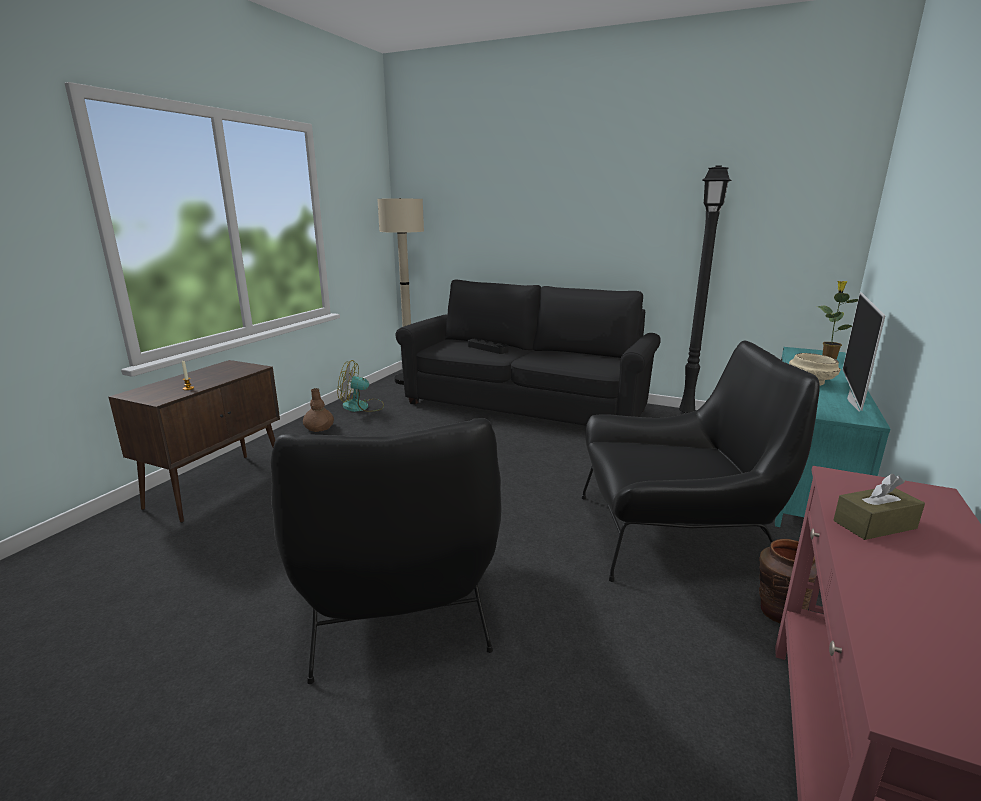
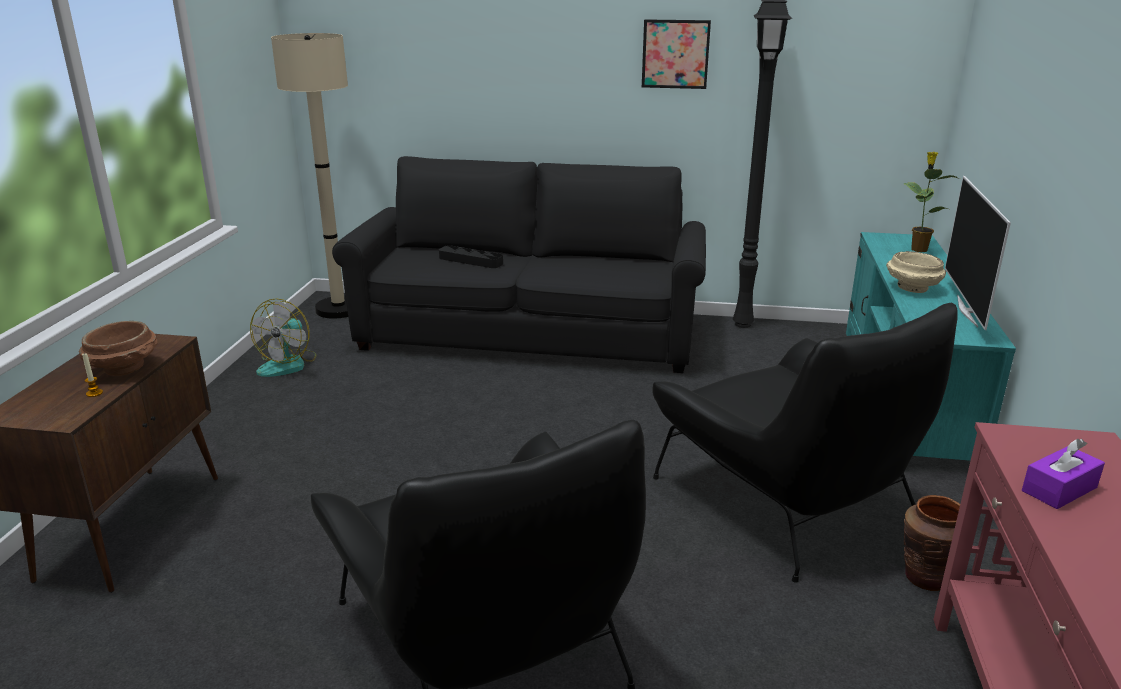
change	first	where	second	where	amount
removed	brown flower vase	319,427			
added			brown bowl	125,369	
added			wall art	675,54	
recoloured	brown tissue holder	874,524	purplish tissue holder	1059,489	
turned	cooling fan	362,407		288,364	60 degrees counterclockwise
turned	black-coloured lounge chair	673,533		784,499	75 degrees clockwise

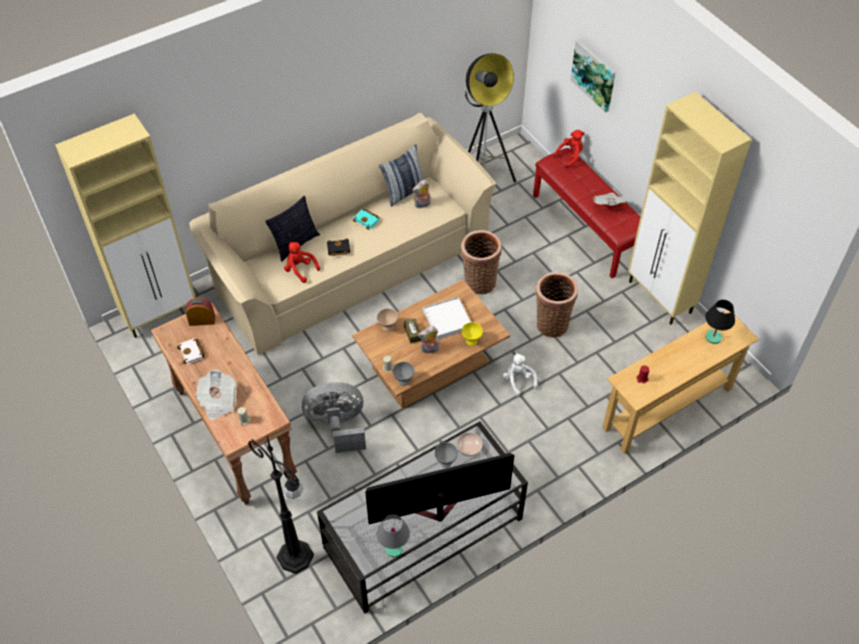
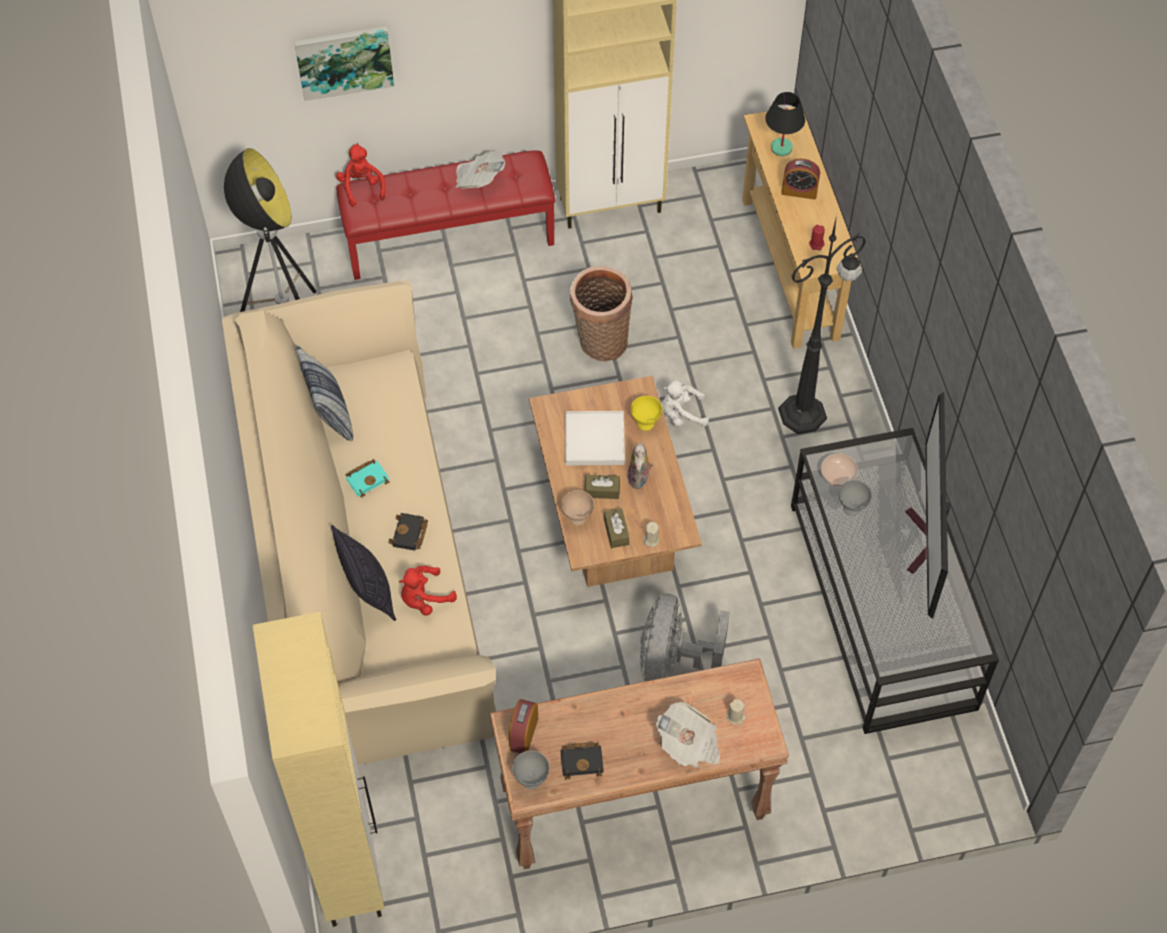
change	first	where	second	where	amount
removed	gray tabletop lamp	394,549			
removed	cuddly toy	422,205			
removed	storage basket	479,281			
added			brown tissue holder	616,532	
added			alarm clock	799,191	
moved	black-coloured standing lamp	296,557		805,413	
moved	gray bowl	403,381		532,780	
recoloured	white book	192,353	black-coloured book	583,760	

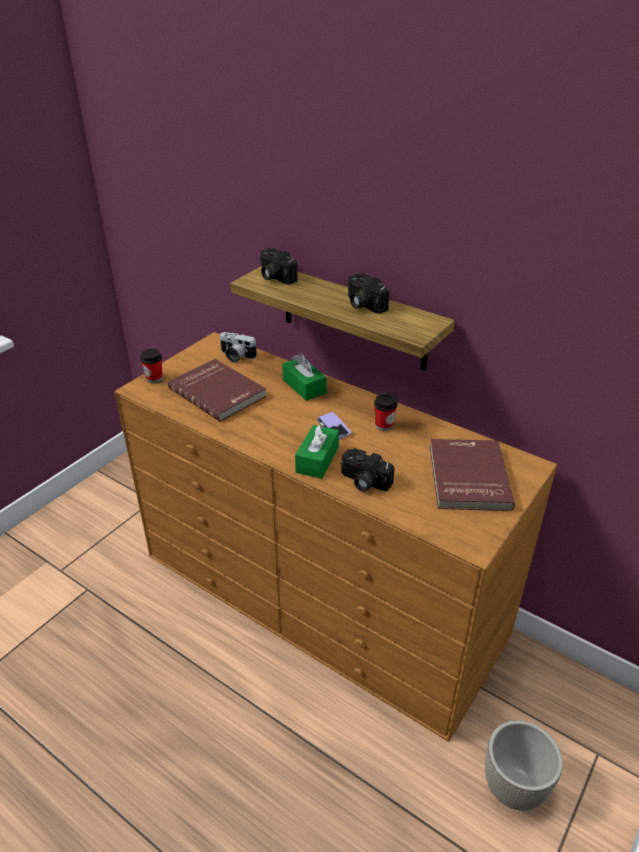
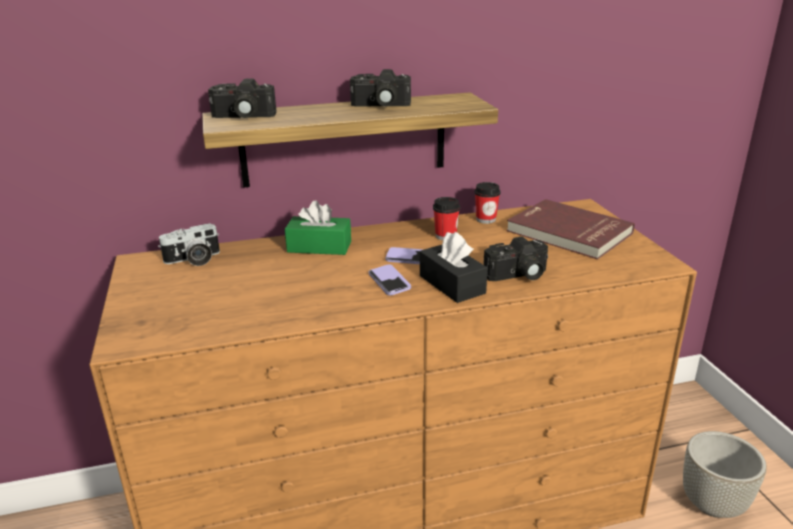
change	first	where	second	where	amount
removed	red book	218,392			
added			telephone	389,281	
moved	small cup	154,378		486,219	
recoloured	green-coloured tissue holder	317,460	black-coloured tissue holder	452,284	

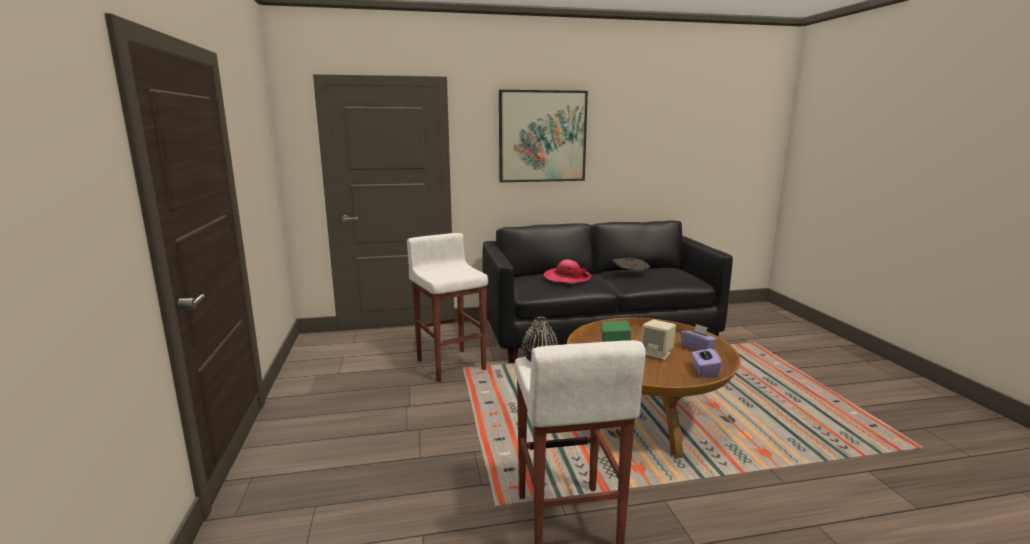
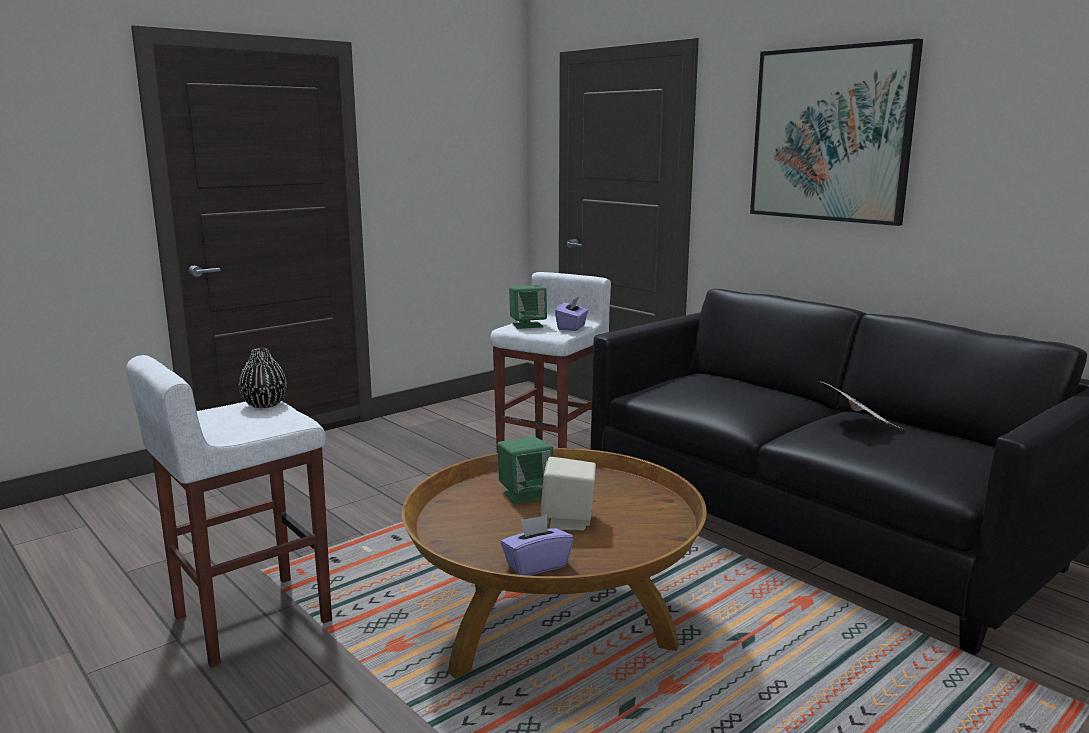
change	first	where	second	where	amount
removed	clothing hat	567,277			
added			green-coloured speaker	527,325	
moved	purplish tissue holder	697,348		572,327	

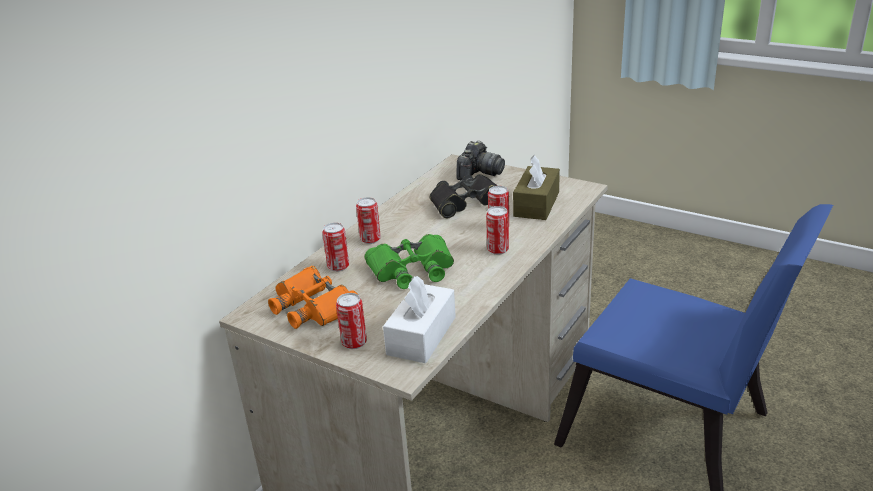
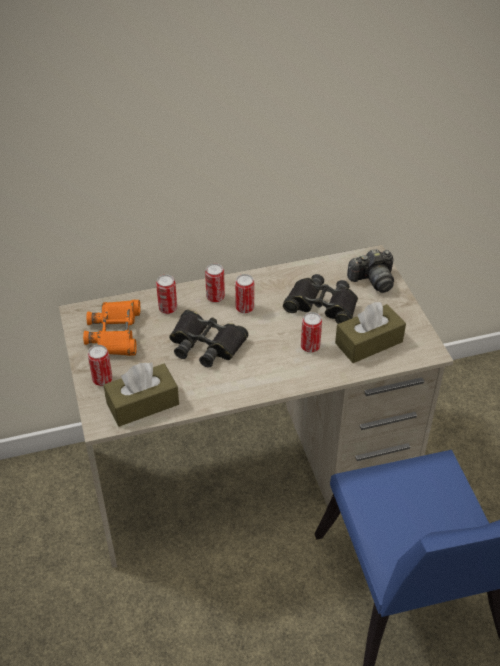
change	first	where	second	where	amount
moved	metal can	498,250		244,308	
recoloured	green-coloured binoculars	412,269	black-coloured binoculars	206,344	
recoloured	white tissue holder	421,335	brown tissue holder	143,404	

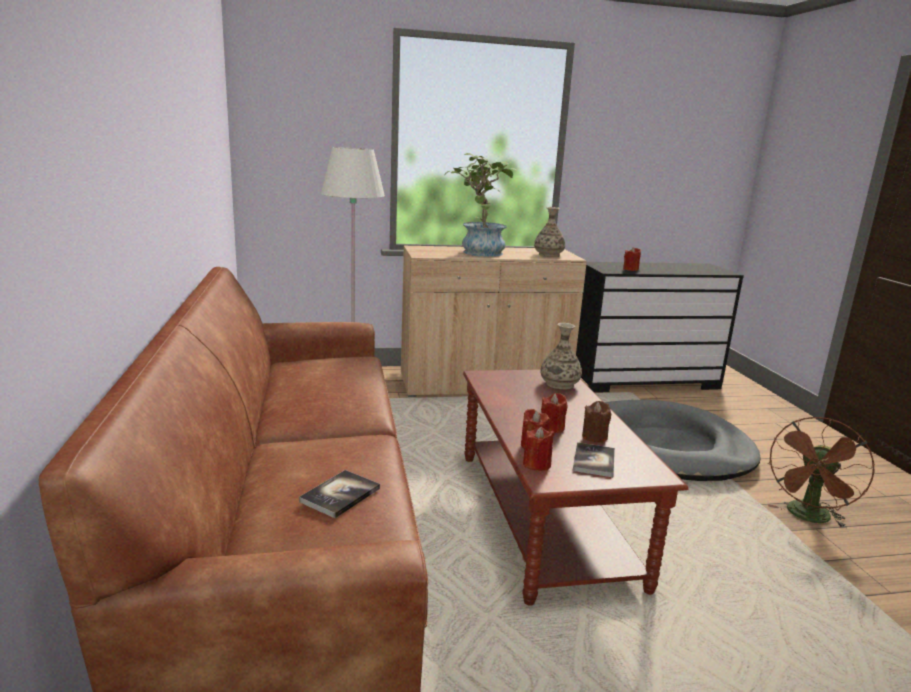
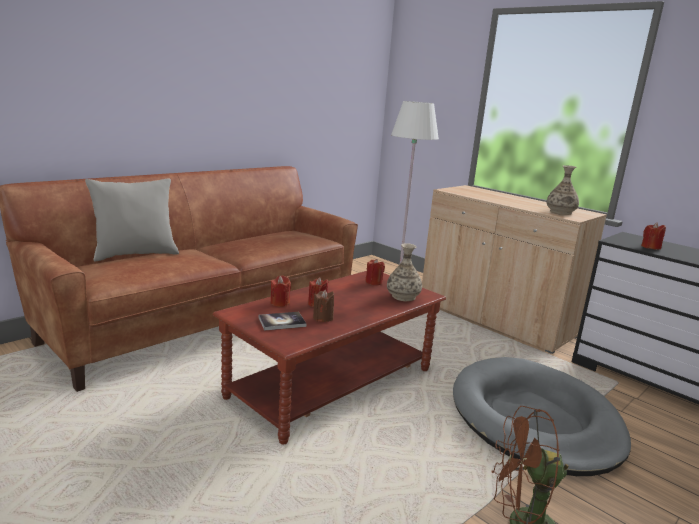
change	first	where	second	where	amount
removed	book	340,495			
removed	potted plant	478,251			
added			gray pillow	135,254	
moved	red wax light	536,464		373,282	

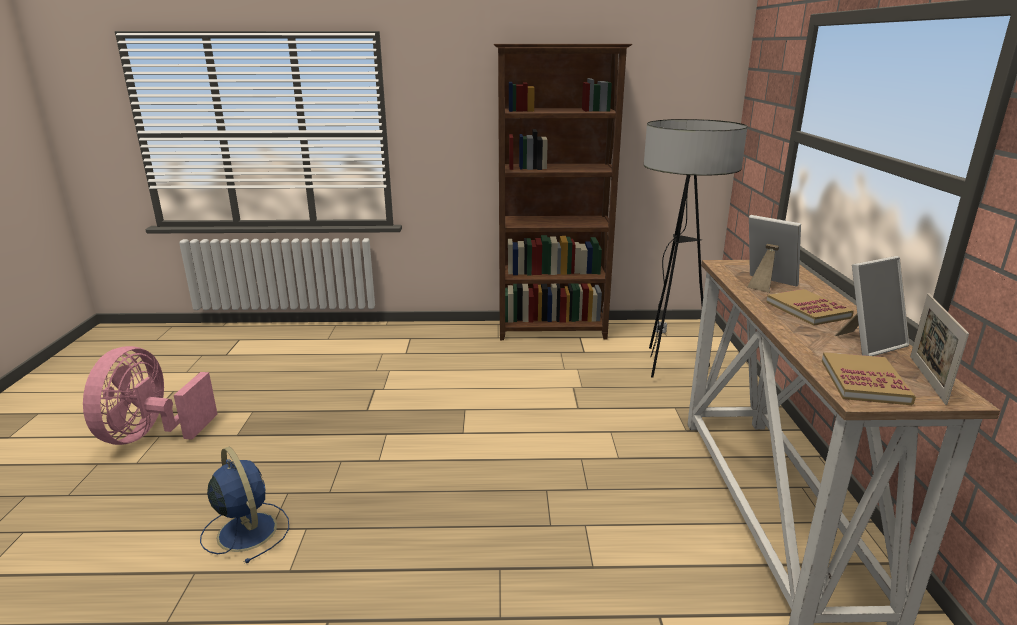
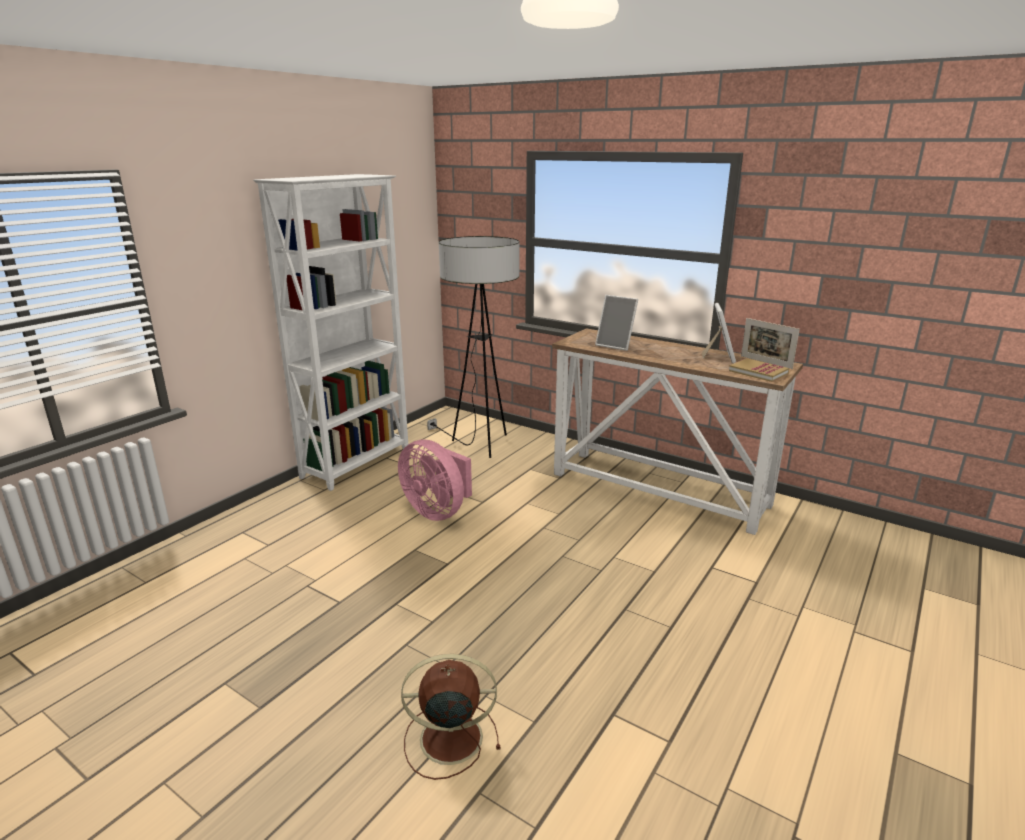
change	first	where	second	where	amount
removed	book	807,310			
moved	pink cooling fan	151,435		437,511	
recoloured	blue cooling fan	246,530	brown cooling fan	448,738	
recoloured	brown shelving unit	553,331	white shelving unit	358,463	
turned	picture frame	766,284		616,345	135 degrees counterclockwise

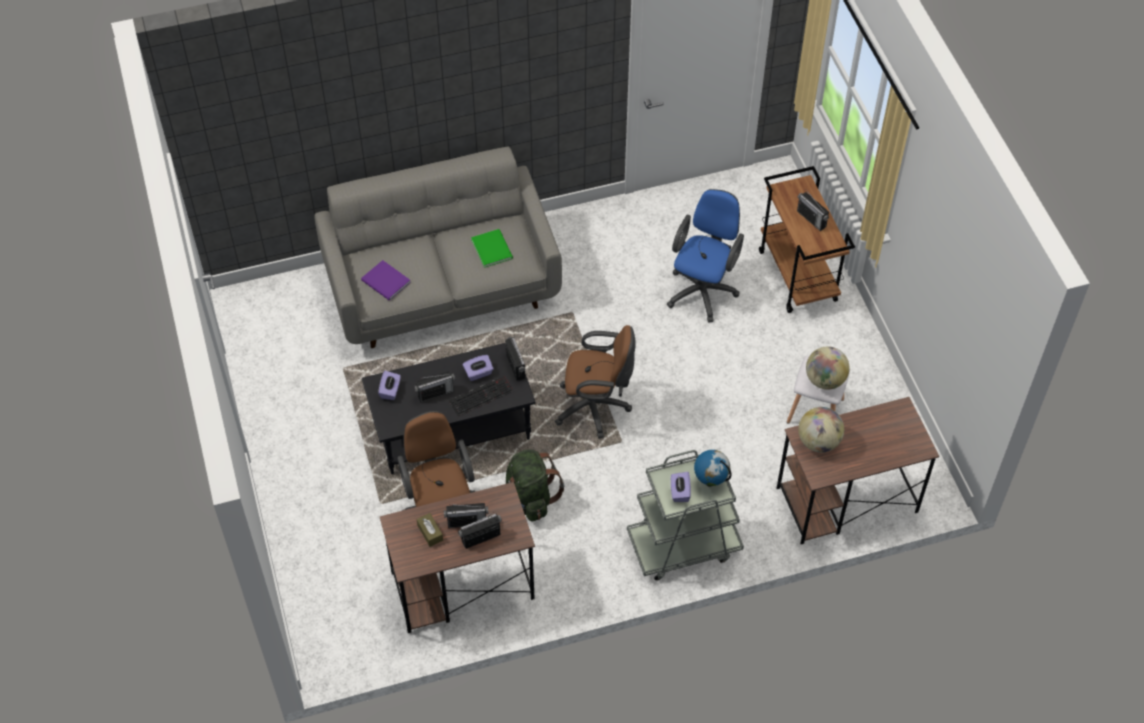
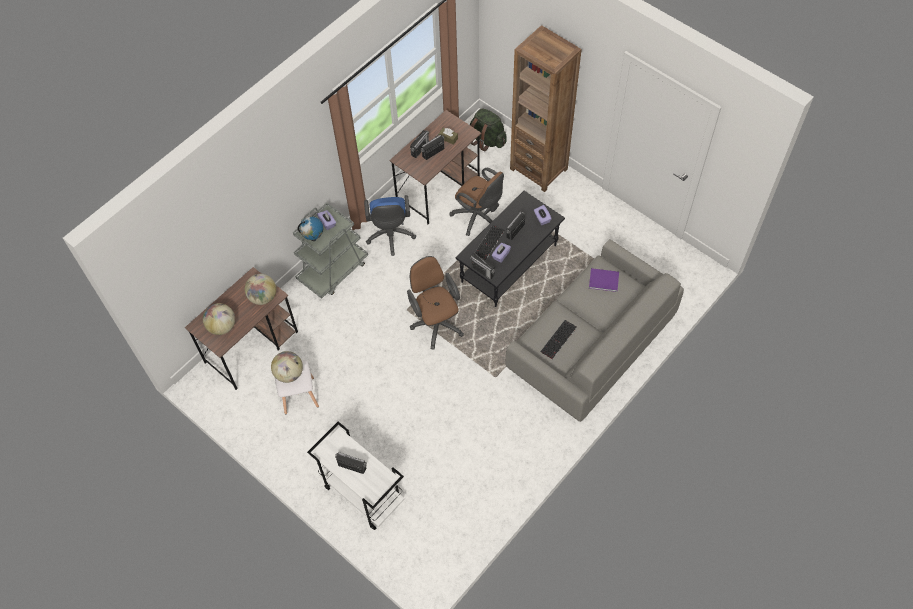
change	first	where	second	where	amount
added			globe	222,326	
added			brown shelving unit	539,169	
moved	green-coloured backpack	530,498		486,140	
moved	blue office chair	703,289		390,236	
replaced	green-coloured book	492,248	computer keyboard	558,340	
recoloured	brown trolley	798,276	white trolley	362,493	
turned	brown office chair	596,407		436,322	90 degrees clockwise

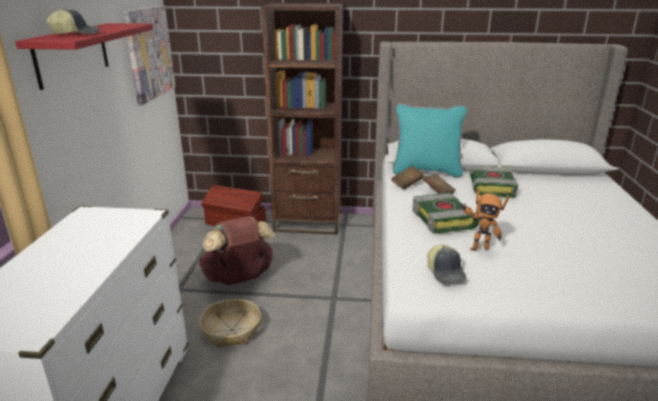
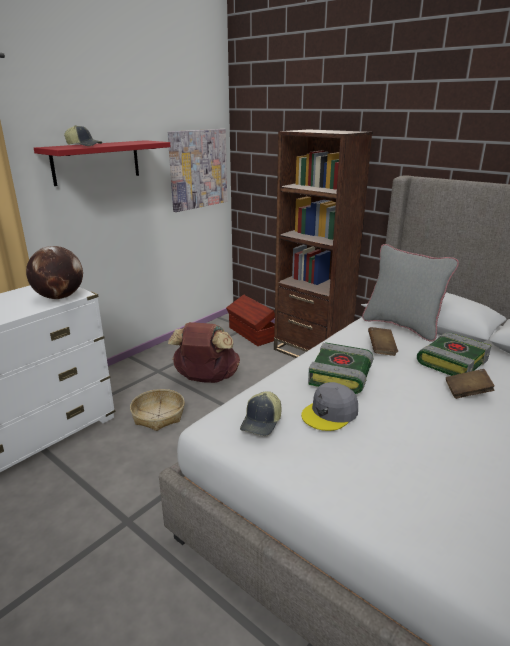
change	first	where	second	where	amount
added			globe	59,297	
moved	brown book	407,184		467,392	
replaced	toy robot	478,247	gray cap	330,413	
recoloured	blue-green pillow	426,172	gray pillow	402,326	

